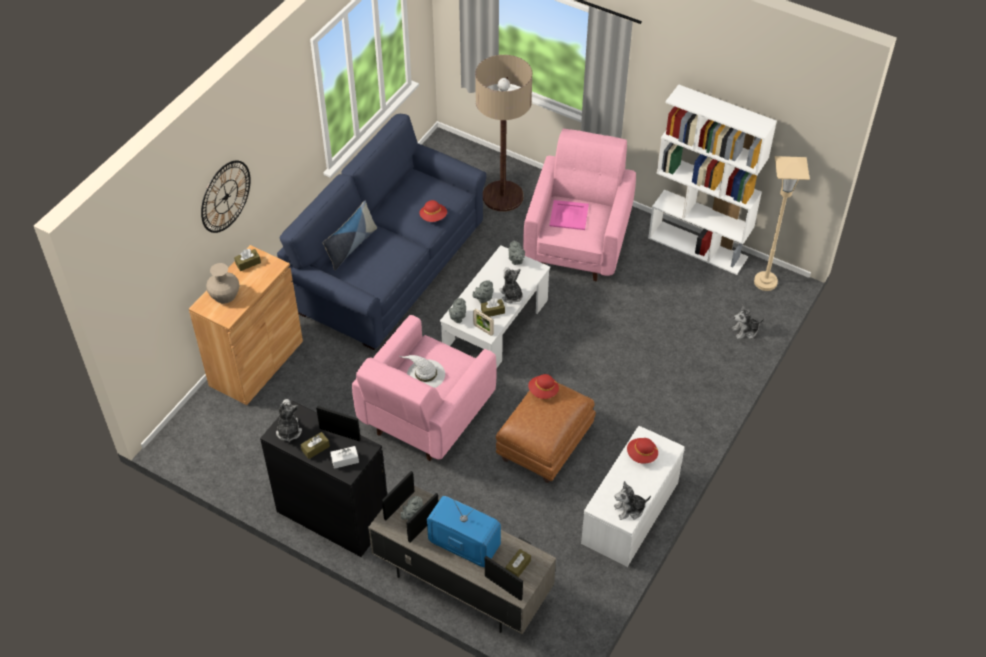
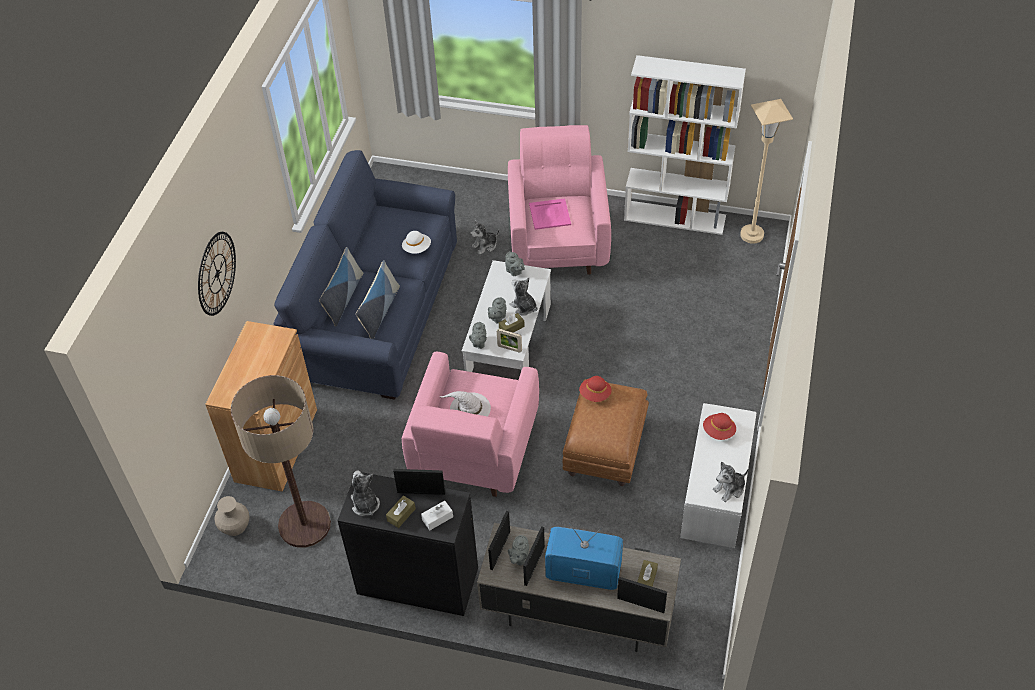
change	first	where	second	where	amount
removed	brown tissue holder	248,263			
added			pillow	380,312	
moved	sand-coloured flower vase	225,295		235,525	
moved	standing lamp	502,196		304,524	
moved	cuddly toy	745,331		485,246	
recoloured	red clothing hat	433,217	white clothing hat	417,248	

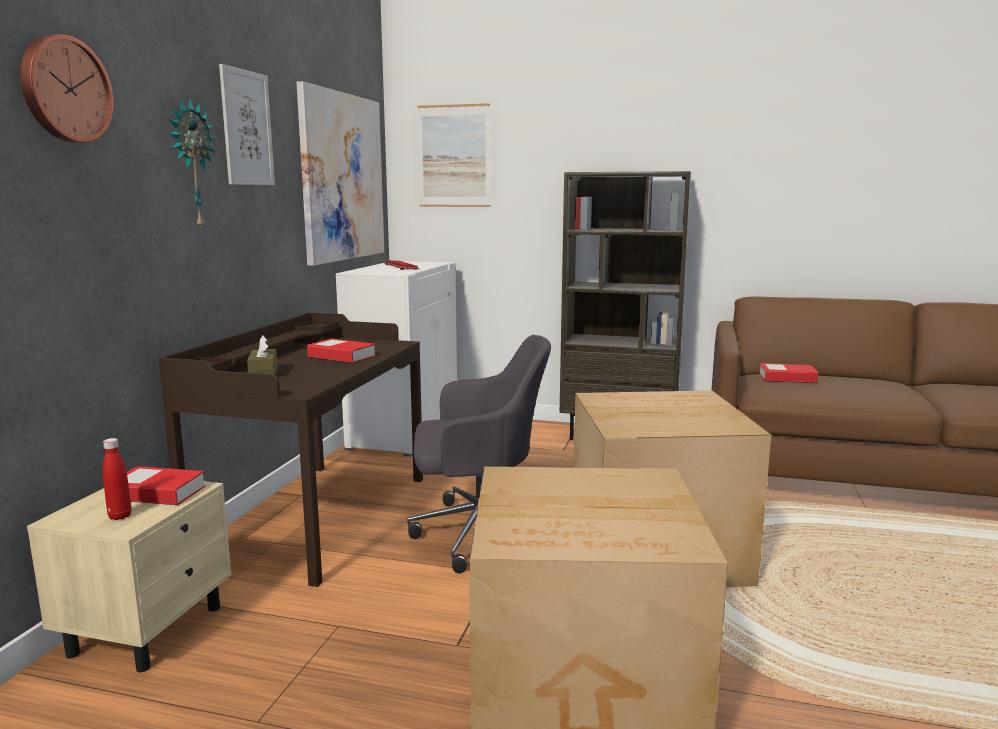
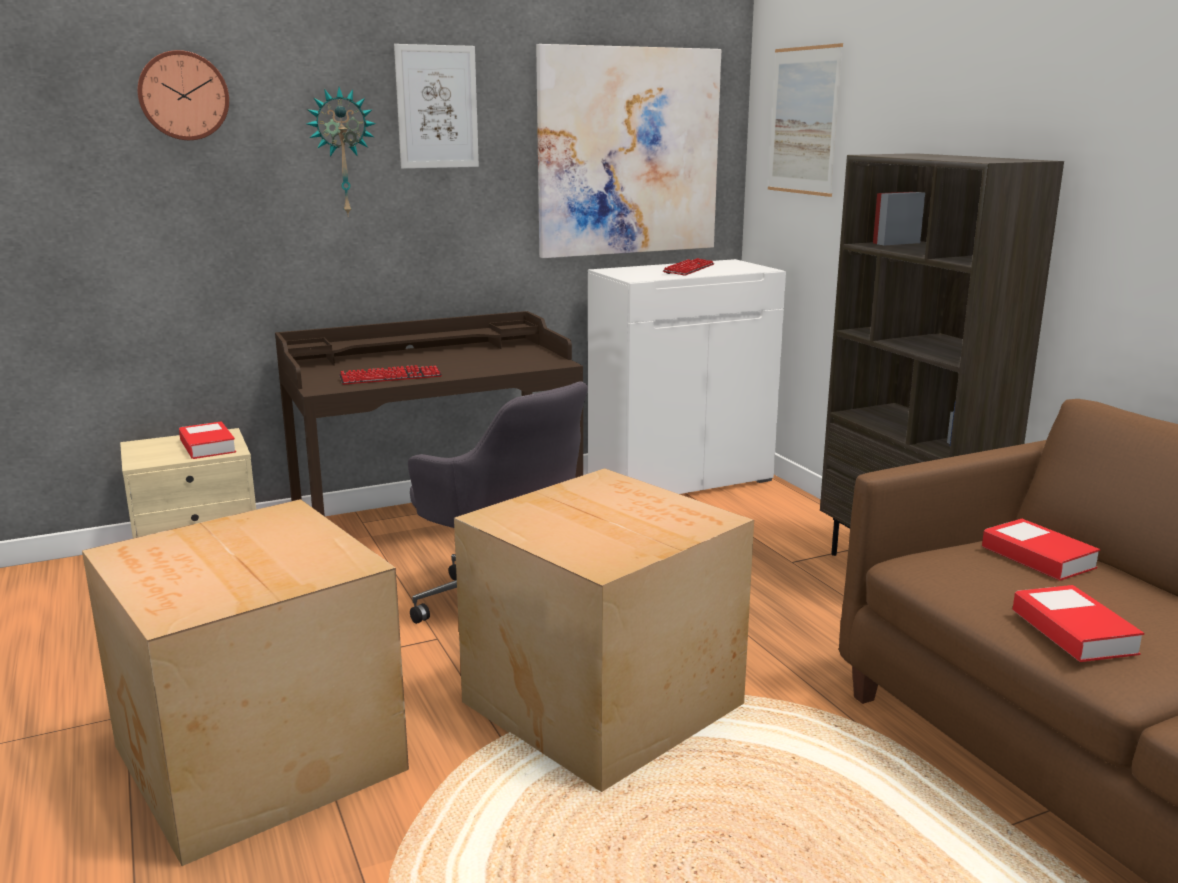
change	first	where	second	where	amount
removed	red drink bottle	120,516			
removed	brown tissue holder	263,373			
added			computer keyboard	391,377	
moved	book	341,356		1073,632	

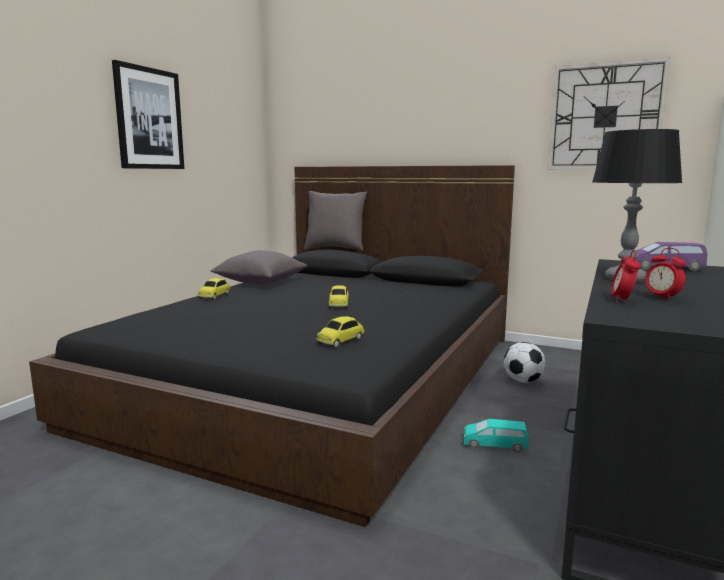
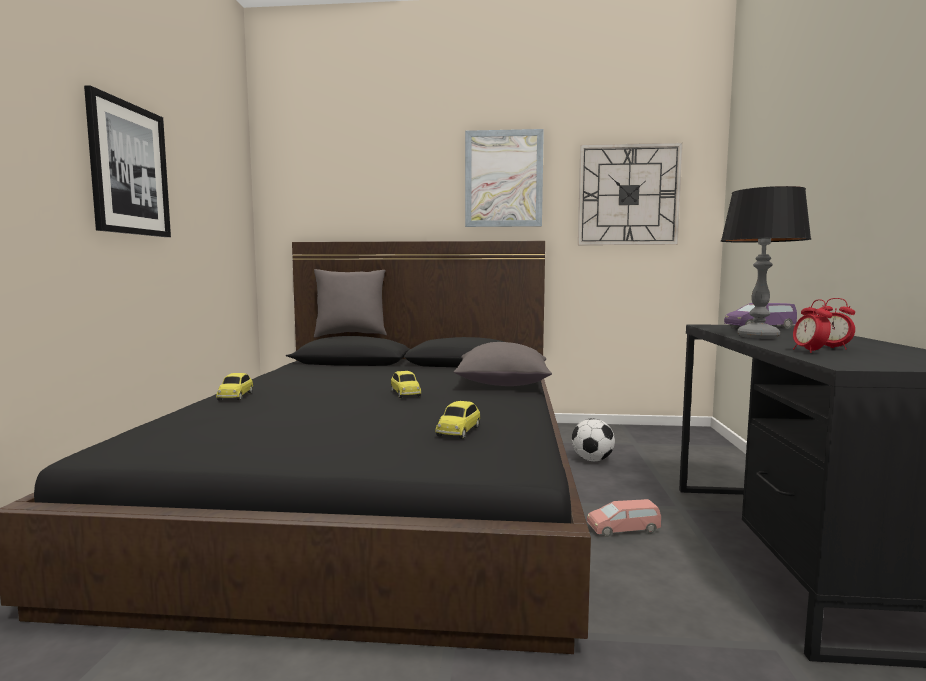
change	first	where	second	where	amount
added			wall art	503,179	
moved	gray pillow	260,283		502,384	
recoloured	blue-green miniature car	494,445	pink miniature car	623,529	

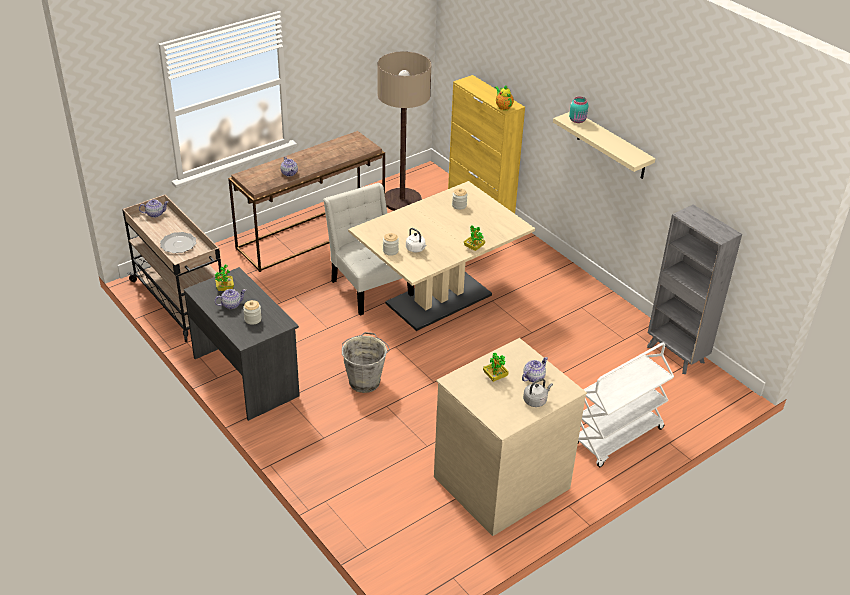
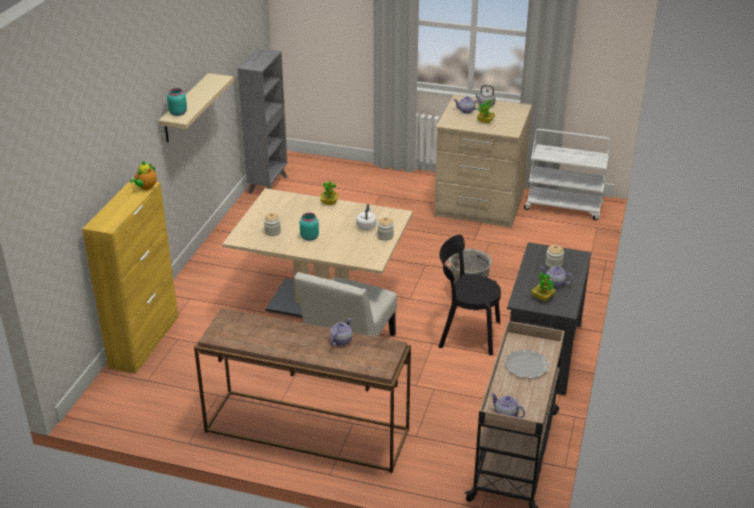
change	first	where	second	where	amount
removed	standing lamp	402,200			
added			blue-green jar	309,237	
added			black-coloured chair	466,334	
moved	white trolley	617,437		564,207	

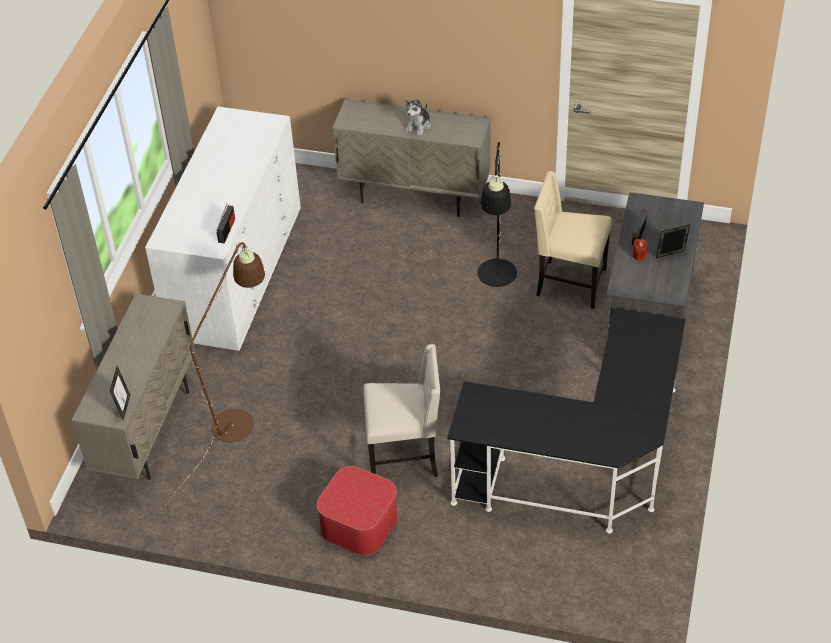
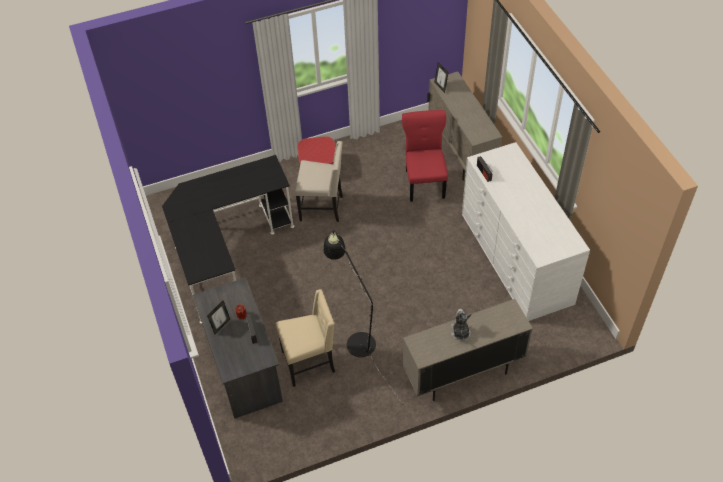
change	first	where	second	where	amount
replaced	brown standing lamp	238,417	red chair	424,182	
turned	sand-coloured chair	405,457		322,208	135 degrees counterclockwise

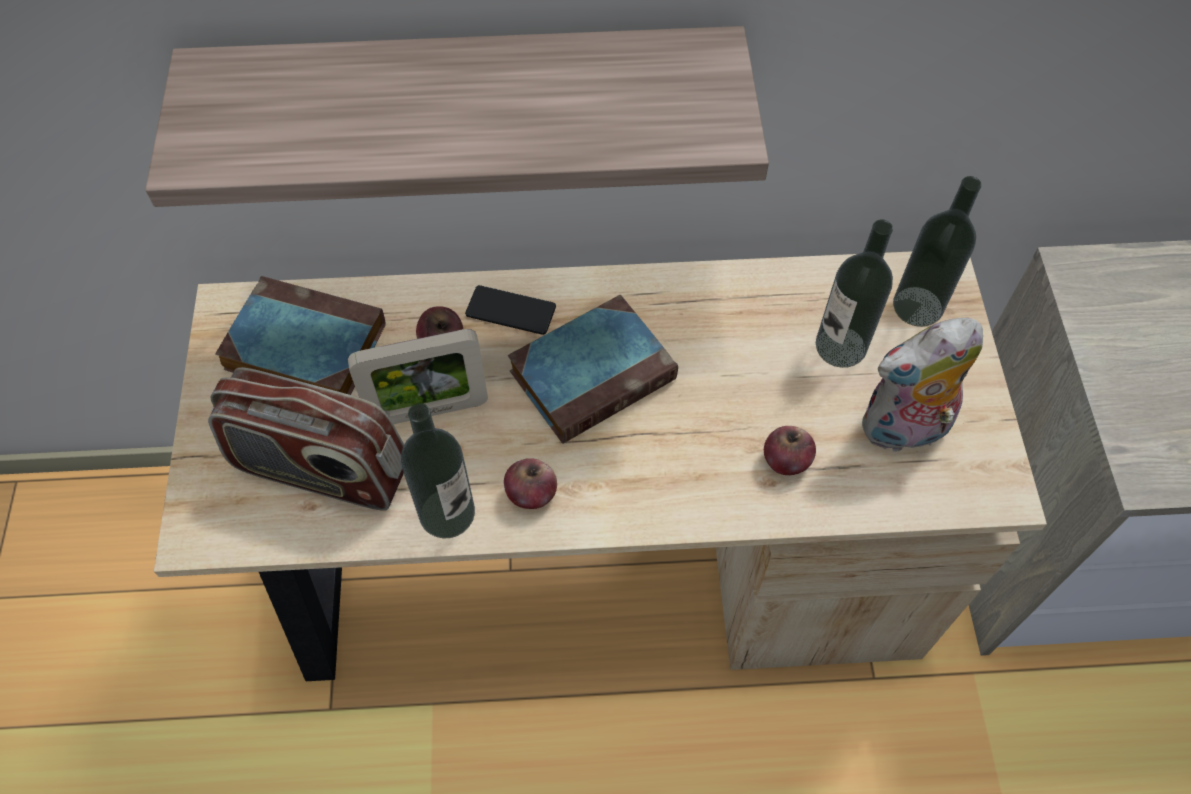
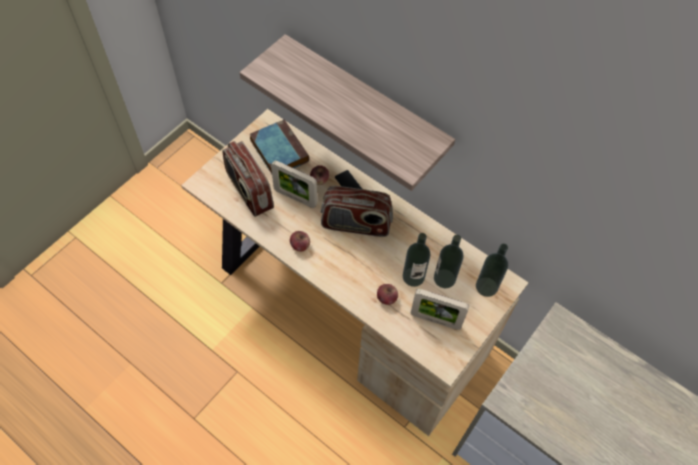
change	first	where	second	where	amount
moved	drink bottle	447,513		413,277	
replaced	book	594,372	radio receiver	356,224	
replaced	cuddly toy	903,430	picture frame	435,320	

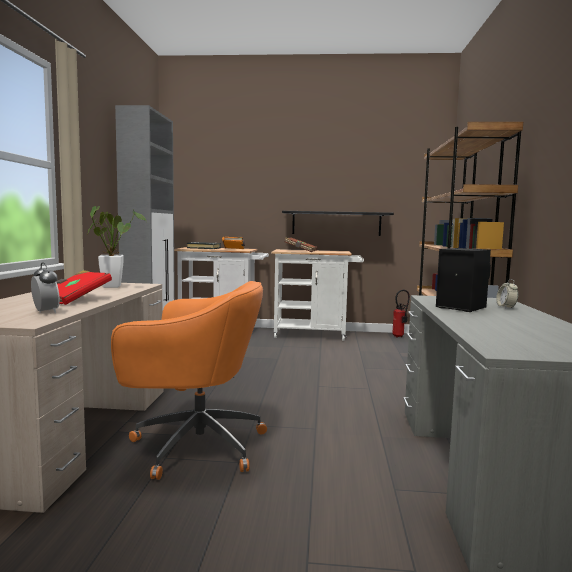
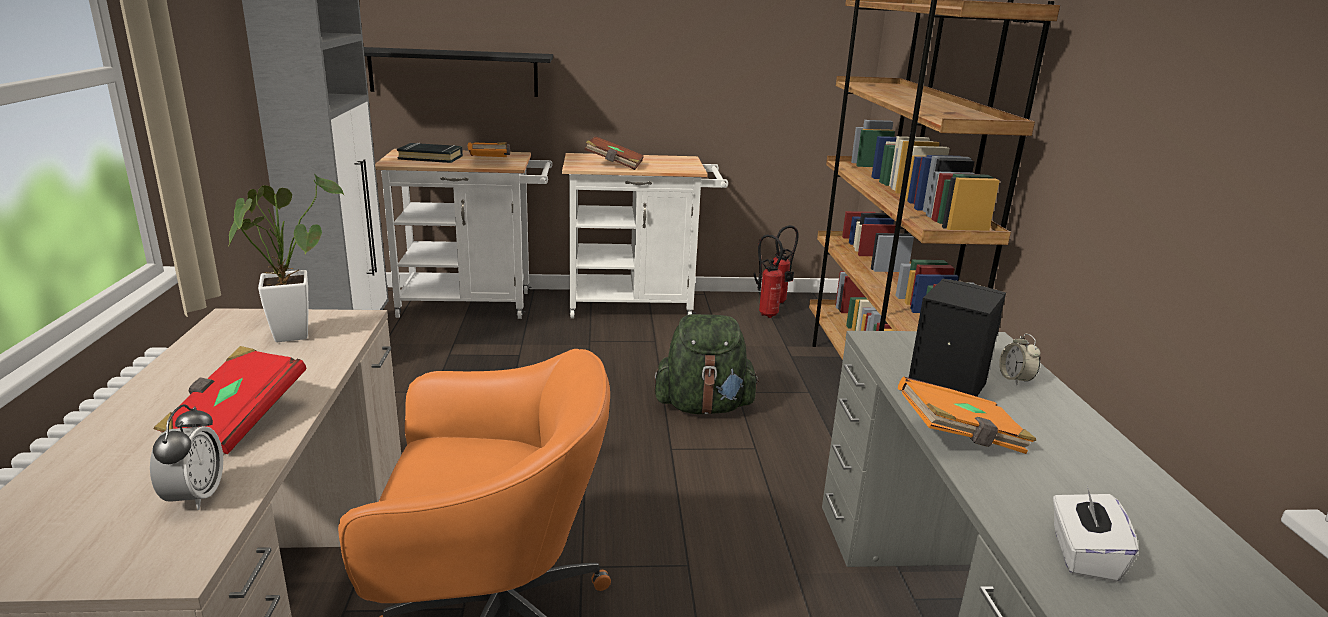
change	first	where	second	where	amount
added			green-coloured backpack	704,406	
added			fire extinguisher	766,313	
added			orange book	960,437	
added			white tissue holder	1082,555	
moved	black-coloured bracket shelf	336,223		453,72	
turned	alarm clock	46,312		195,497	45 degrees clockwise

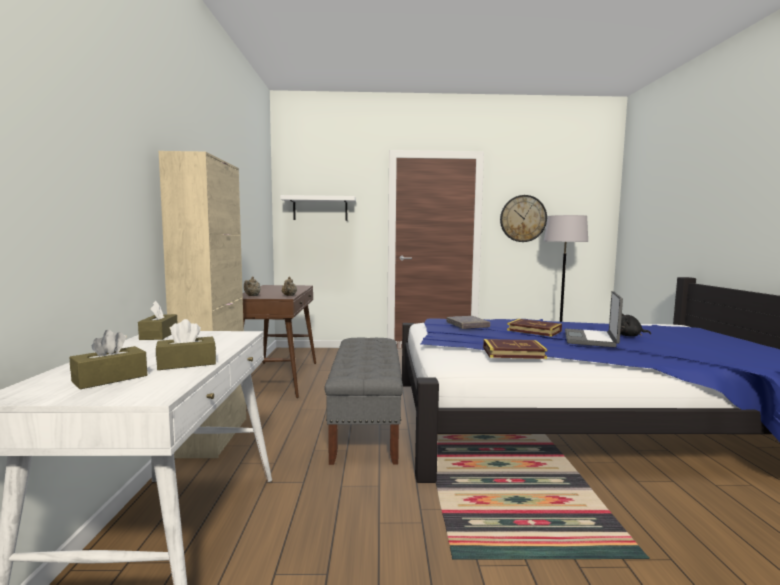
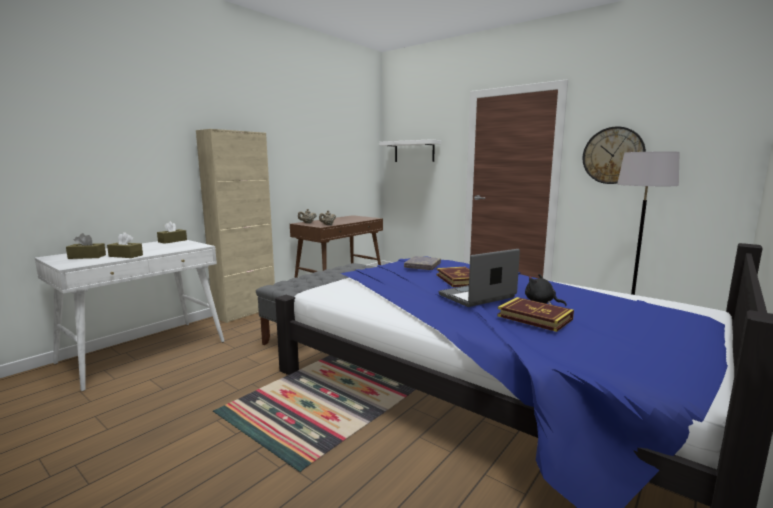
change	first	where	second	where	amount
moved	book	513,353		534,318	

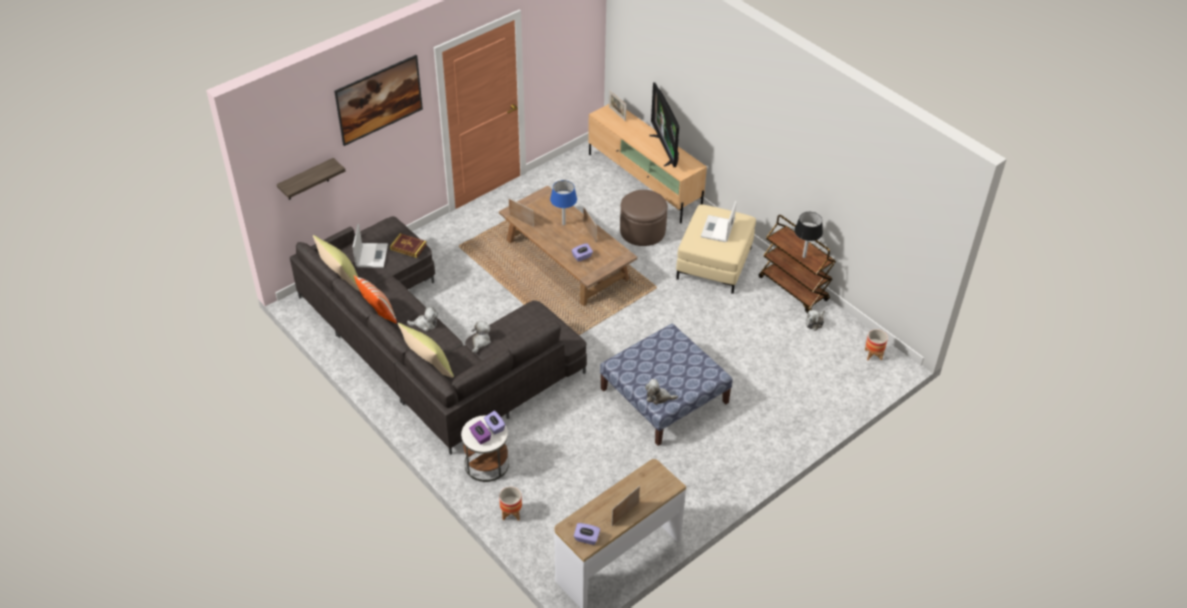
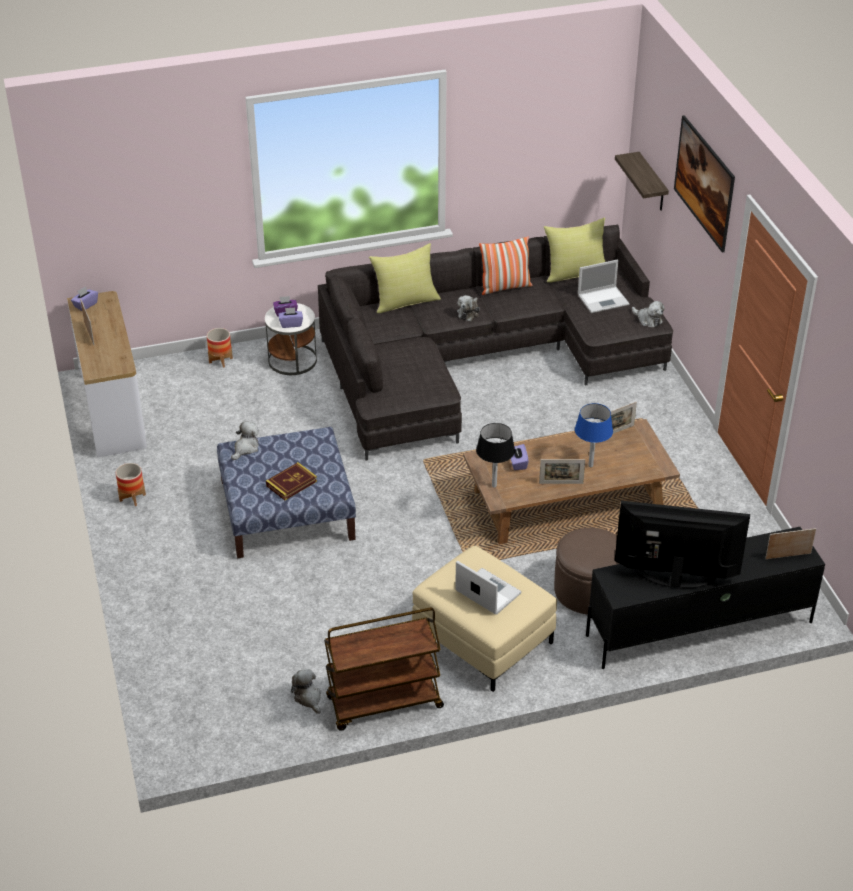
change	first	where	second	where	amount
moved	book	408,247		291,483	
moved	cuddly toy	480,342		648,320	
moved	black-coloured tabletop lamp	804,256		494,486	
moved	flower pot	873,354		132,497	
recoloured	sand-coloured media console	644,182	black-coloured media console	697,628	
turned	portable computer	371,255		604,299	45 degrees counterclockwise

